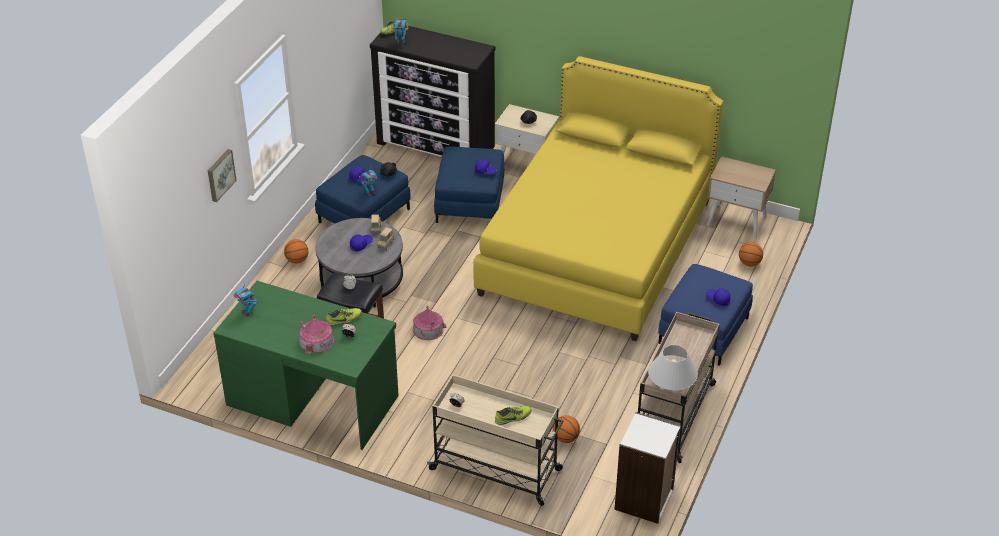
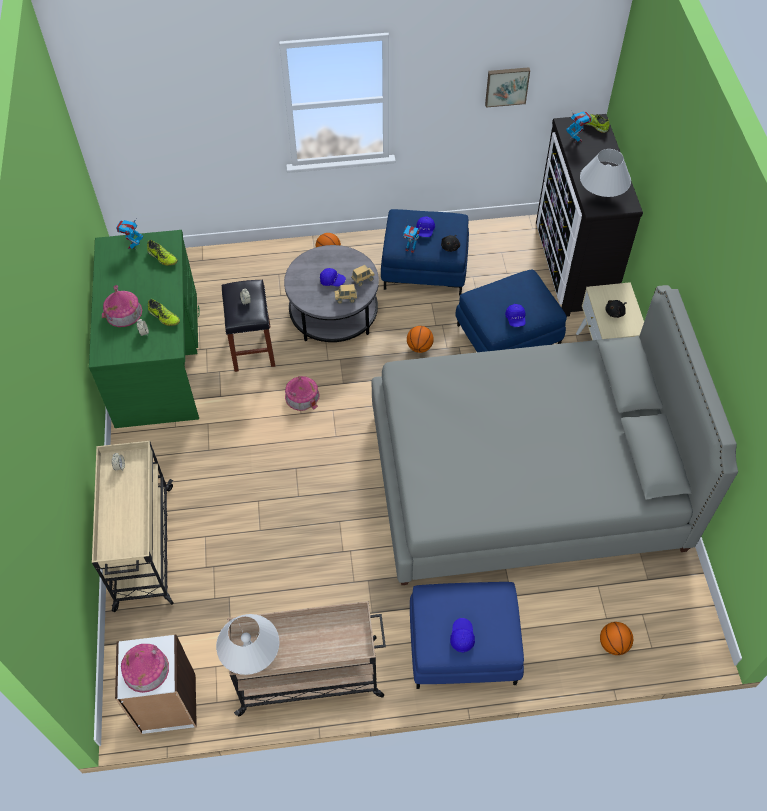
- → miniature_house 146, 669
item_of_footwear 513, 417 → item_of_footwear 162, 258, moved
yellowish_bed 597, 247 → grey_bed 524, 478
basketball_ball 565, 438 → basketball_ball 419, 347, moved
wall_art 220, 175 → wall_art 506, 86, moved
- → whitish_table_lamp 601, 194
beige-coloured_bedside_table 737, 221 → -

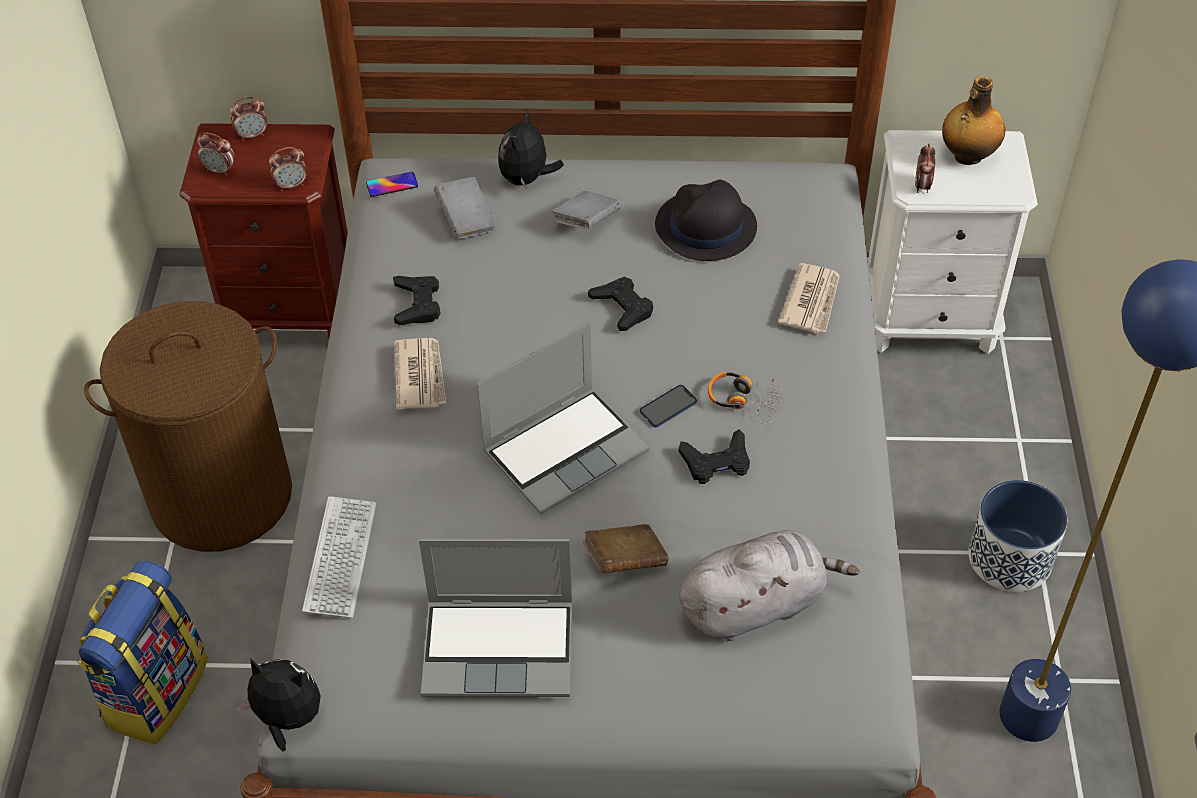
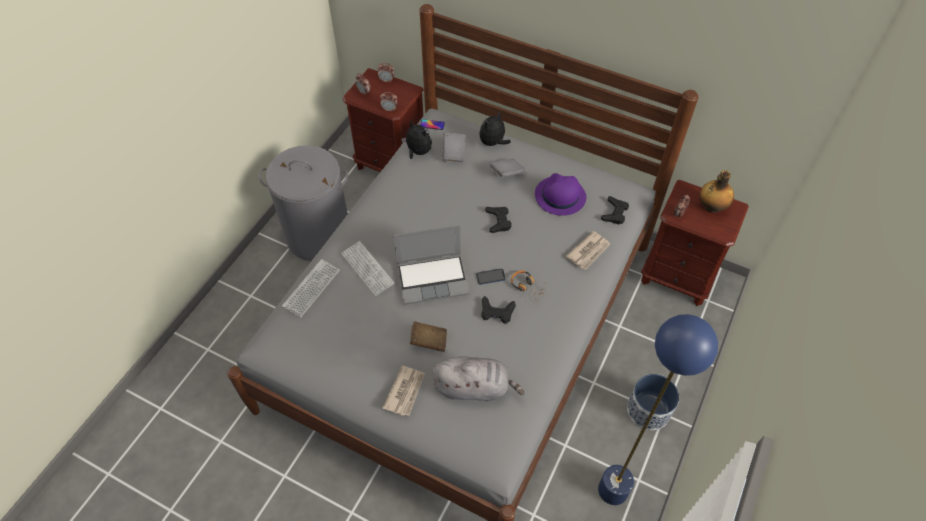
brown_hamper 221, 495 → grey_hamper 319, 235
- → computer_keyboard 367, 269
printed_paper 420, 376 → printed_paper 405, 391, moved
soft_toy 287, 719 → soft_toy 418, 152, moved
blackish_hat 705, 227 → purplish_hat 559, 196
blackish_game_controller 417, 304 → blackish_game_controller 614, 213, moved
whitish_bedside_table 929, 319 → brown_bedside_table 677, 277
backpack 155, 691 → -
laptop 501, 648 → -

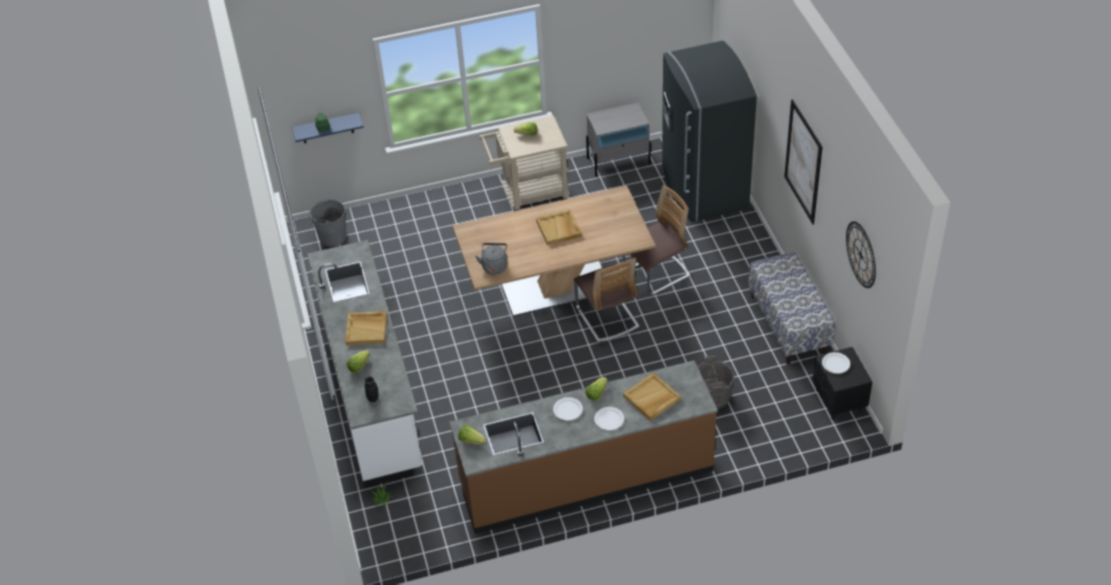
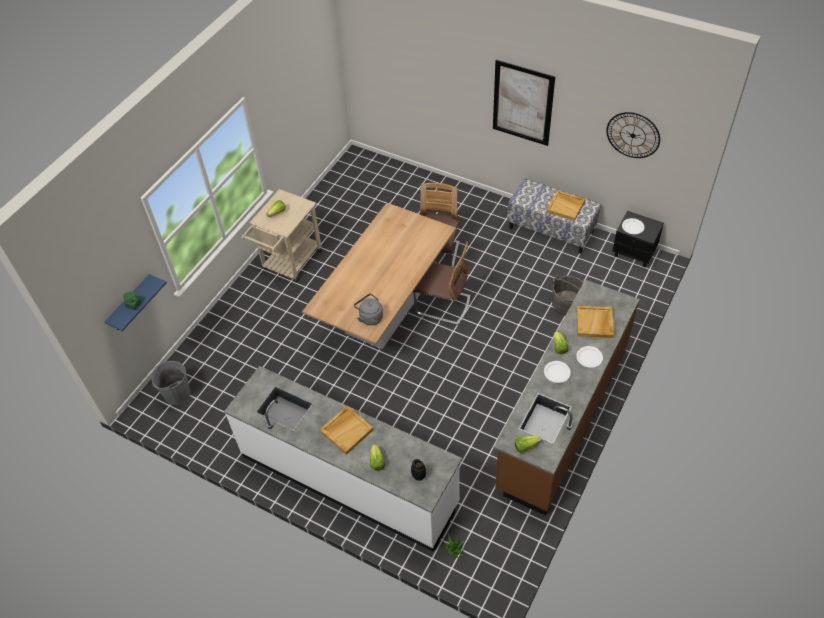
beige-coloured_carrying_tray 559, 229 → beige-coloured_carrying_tray 566, 206, moved
grey_bedside_table 619, 161 → -
grey_kitchen_fridge 702, 188 → -

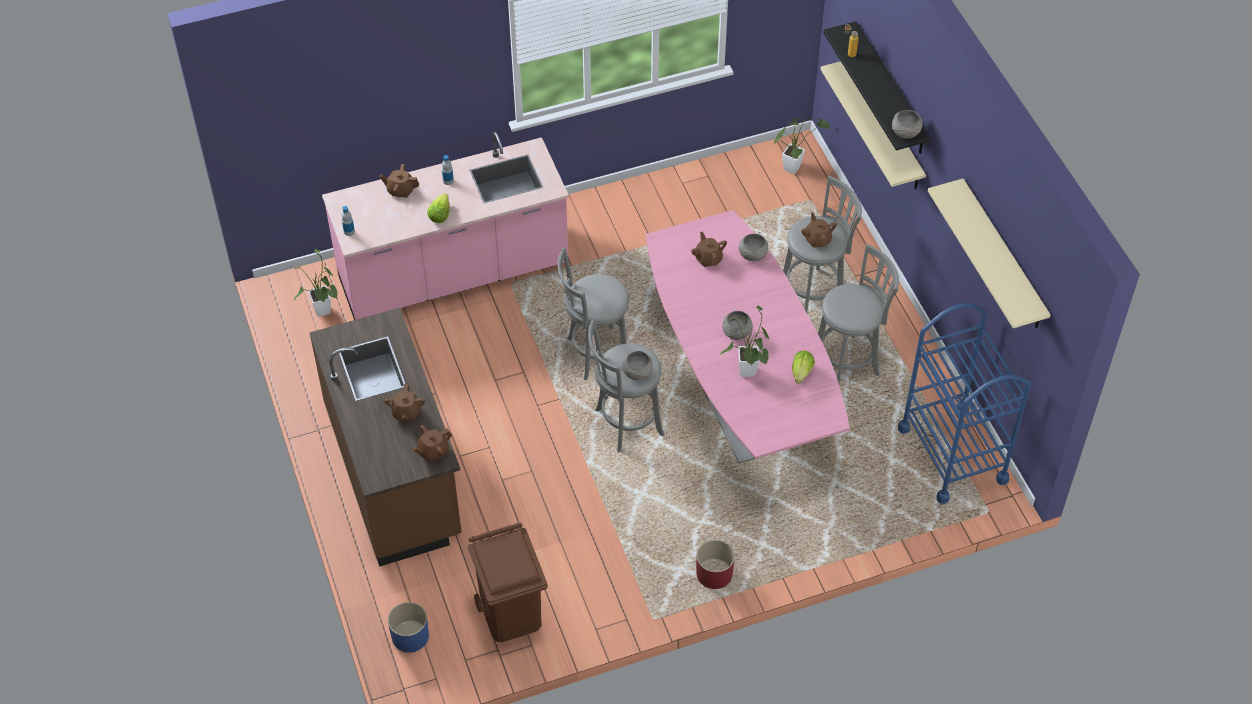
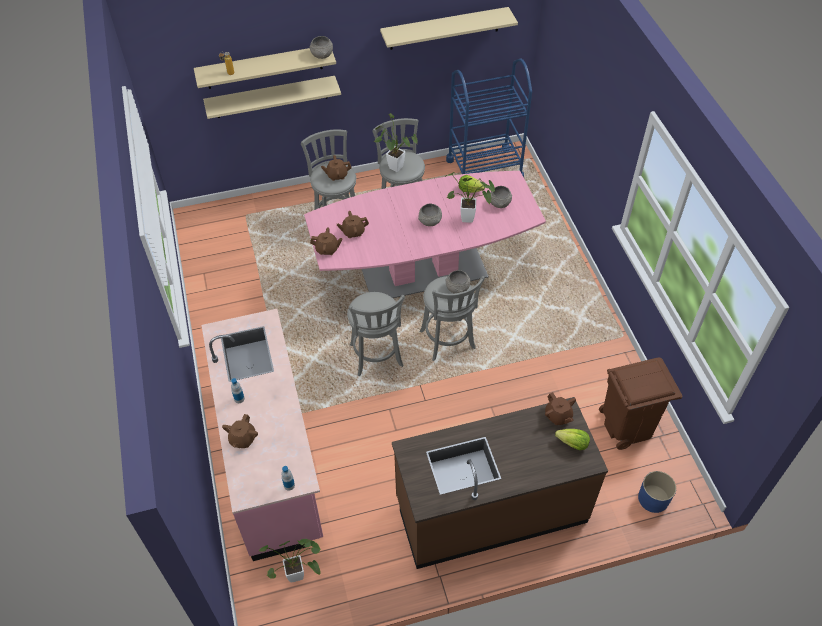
blackish_shelf 890, 90 → beige-coloured_shelf 264, 67
brown_teapot 406, 412 → brown_teapot 327, 249, moved
plant_in_a_pot 794, 166 → plant_in_a_pot 393, 166, moved
grey_bowl 752, 255 → grey_bowl 499, 204, moved
lettuce 440, 215 → lettuce 572, 444, moved
reddish_flower_pot 714, 574 → -

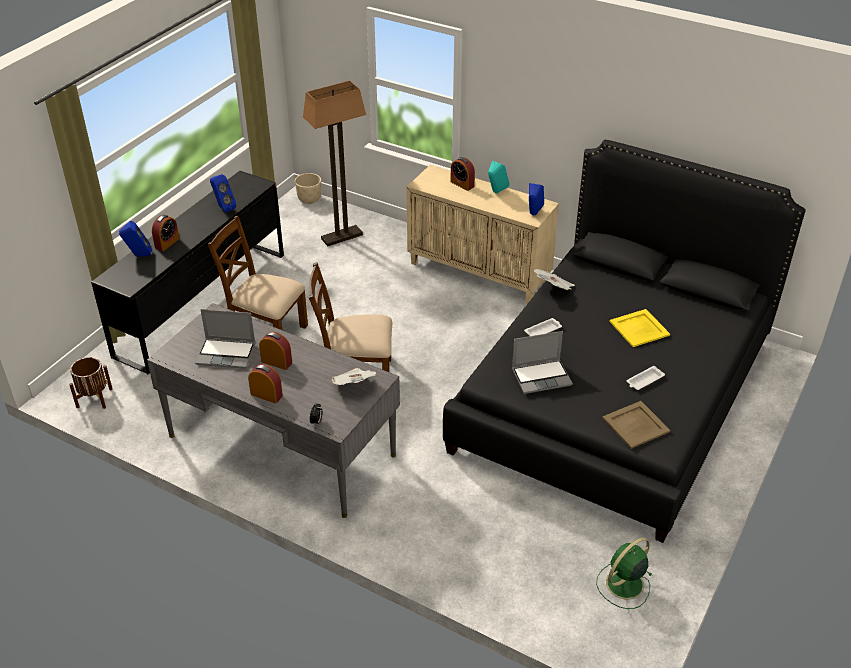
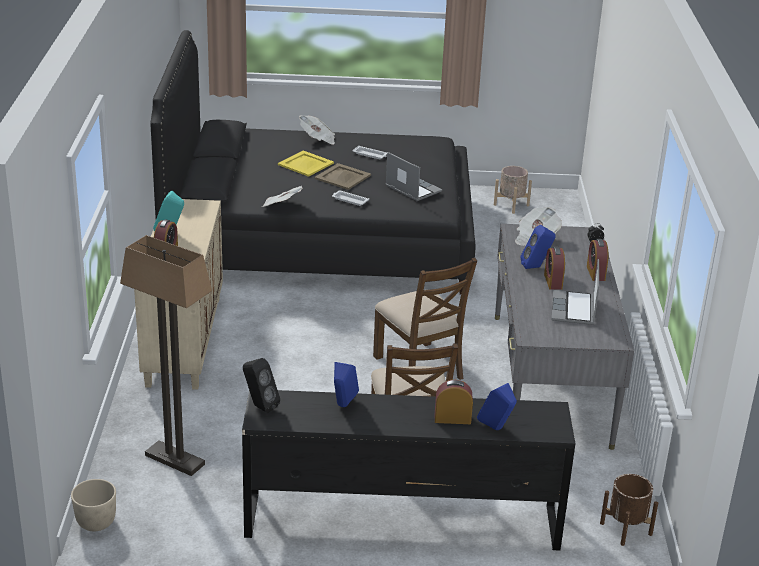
- → blackish_speaker 259, 406
- → printed_paper 318, 139
beige-coloured_carrying_tray 636, 425 → beige-coloured_carrying_tray 342, 177, moved
green_fan 623, 585 → beige-coloured_flower_pot 511, 205
blue-coloured_speaker 533, 214 → blue-coloured_speaker 536, 267, moved
laptop 227, 354 → laptop 574, 309, 150 degrees counterclockwise

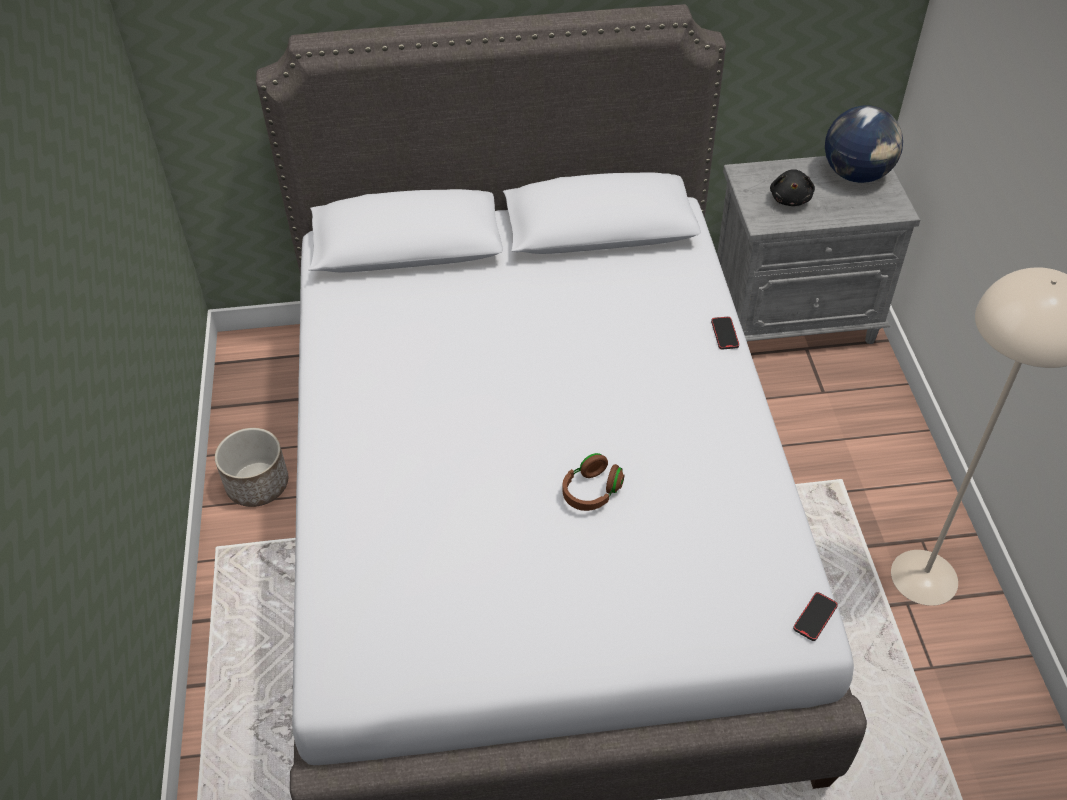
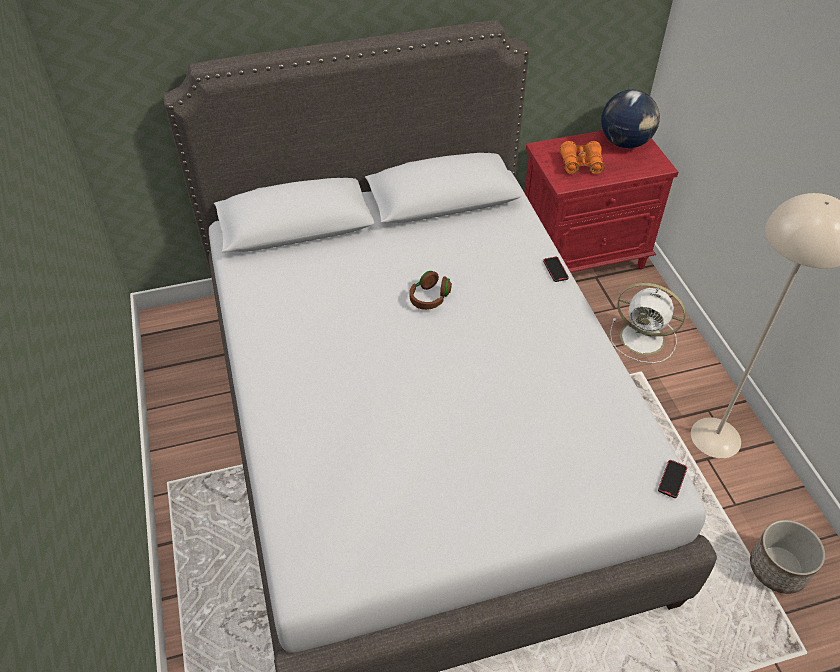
brown_headset 591, 492 → brown_headset 429, 298, moved
grey_bedside_table 794, 317 → reddish_bedside_table 583, 255
blackish_soft_toy 790, 198 → orangey_binoculars 581, 164
- → whitish_fan 644, 339
flower_pot 258, 485 → flower_pot 778, 569, moved

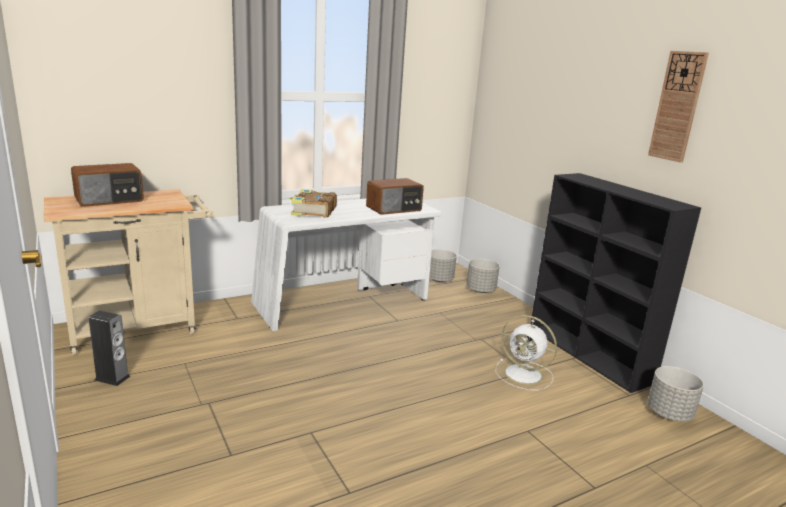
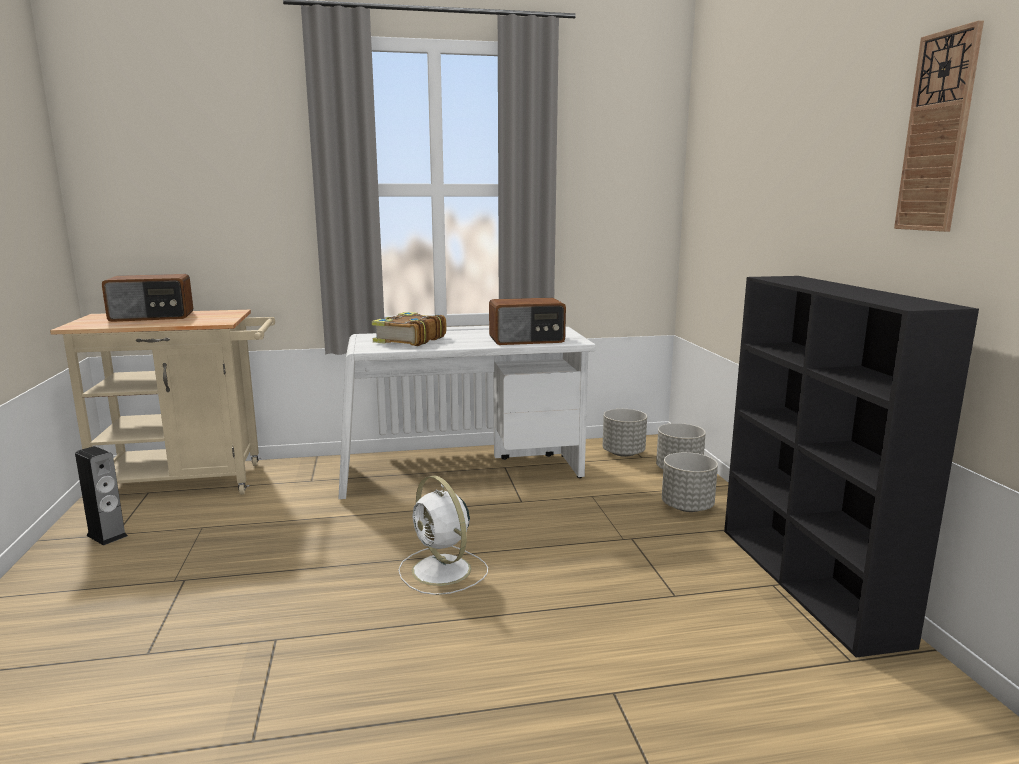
whitish_fan 525, 375 → whitish_fan 443, 571, moved
grey_flower_pot 669, 413 → grey_flower_pot 687, 507, moved

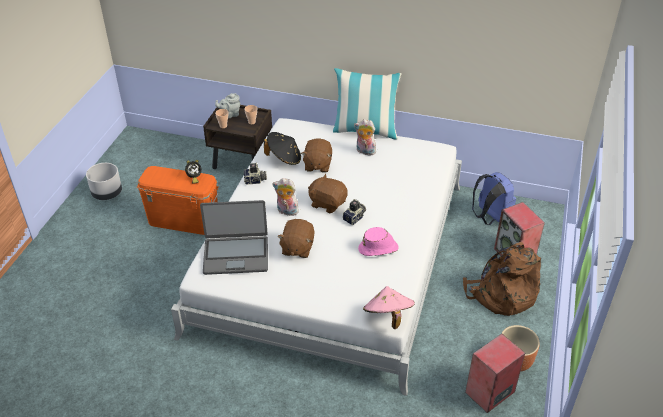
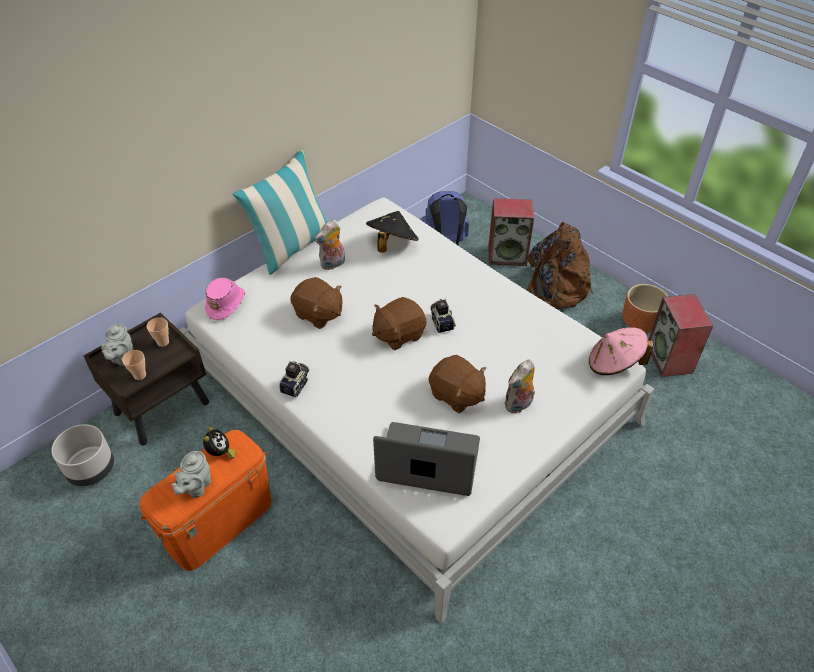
grey_flower_pot 107, 193 → grey_flower_pot 91, 469, moved
- → grey_teapot 196, 487
pinkish_hat 378, 248 → pinkish_hat 226, 303, moved
blackish_hat 284, 158 → blackish_hat 392, 244, moved
laptop 236, 255 → laptop 428, 462, 105 degrees counterclockwise
soft_toy 286, 211 → soft_toy 519, 405, moved

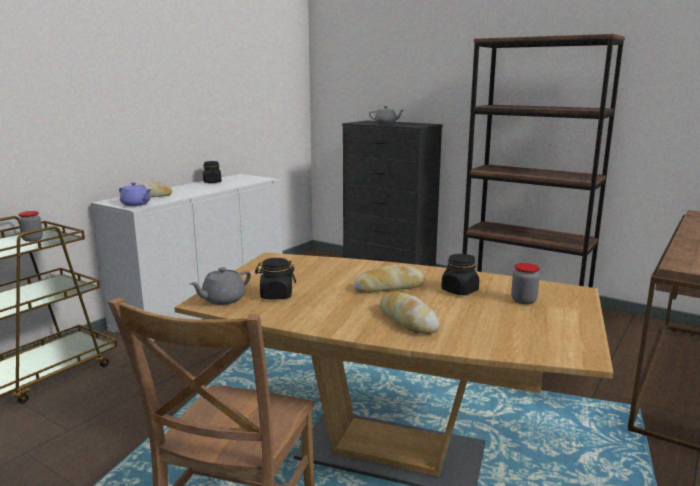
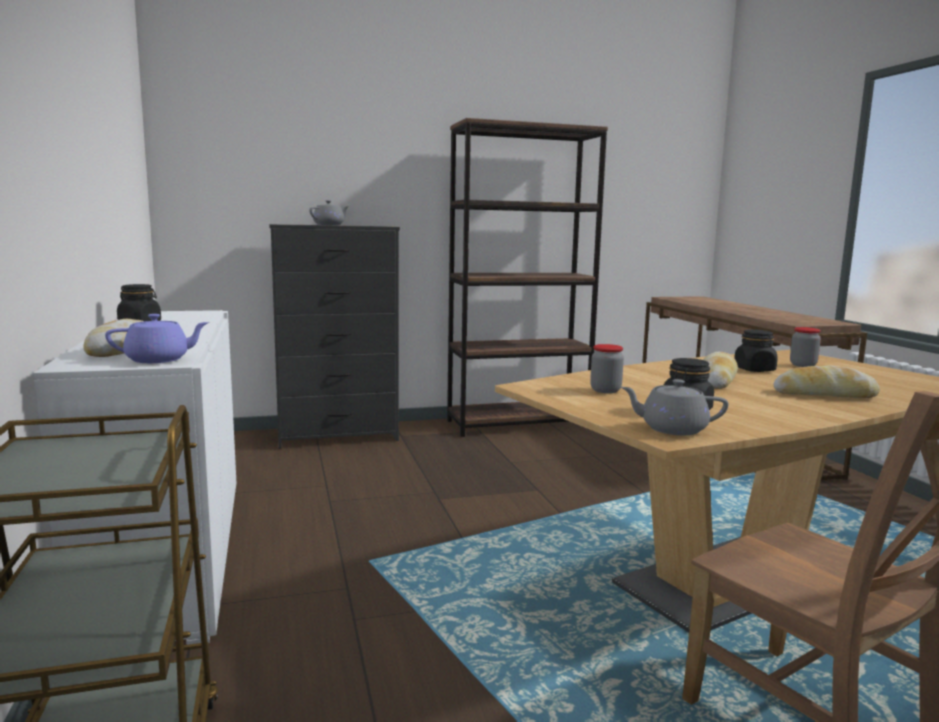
jar 32, 239 → jar 605, 390, moved
grey_teapot 222, 300 → grey_teapot 672, 429, 105 degrees clockwise

